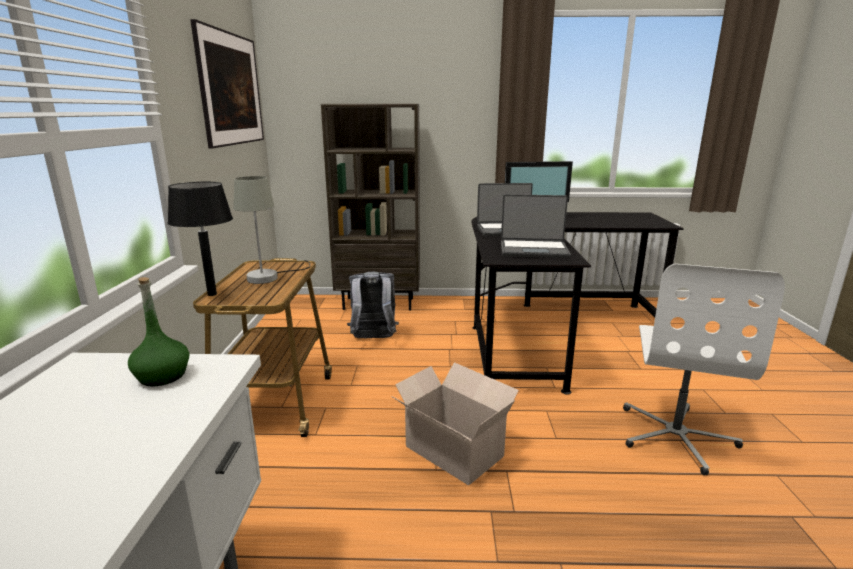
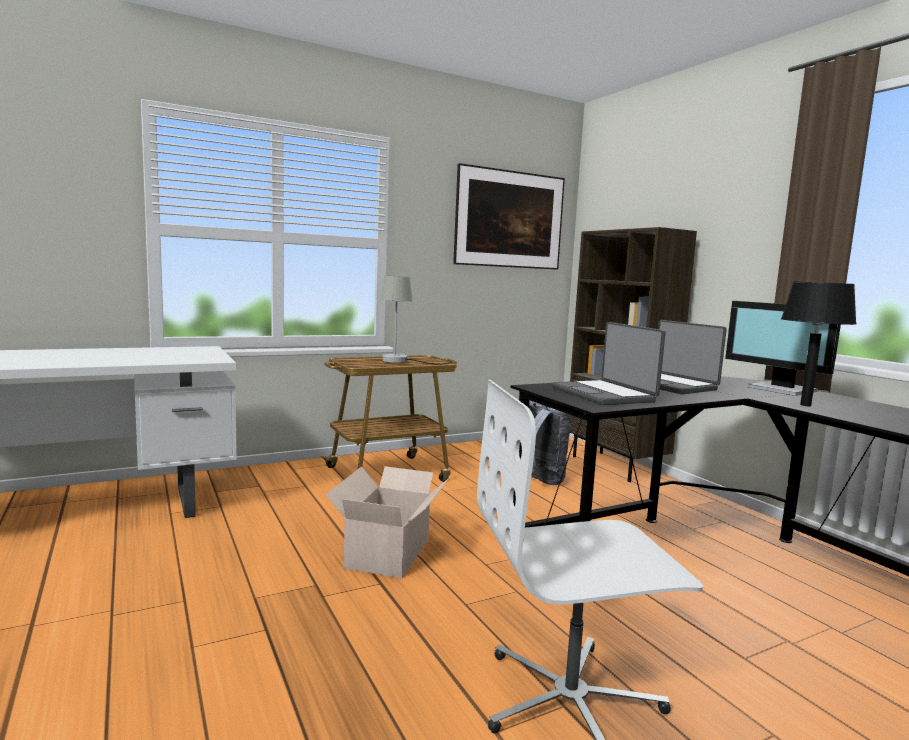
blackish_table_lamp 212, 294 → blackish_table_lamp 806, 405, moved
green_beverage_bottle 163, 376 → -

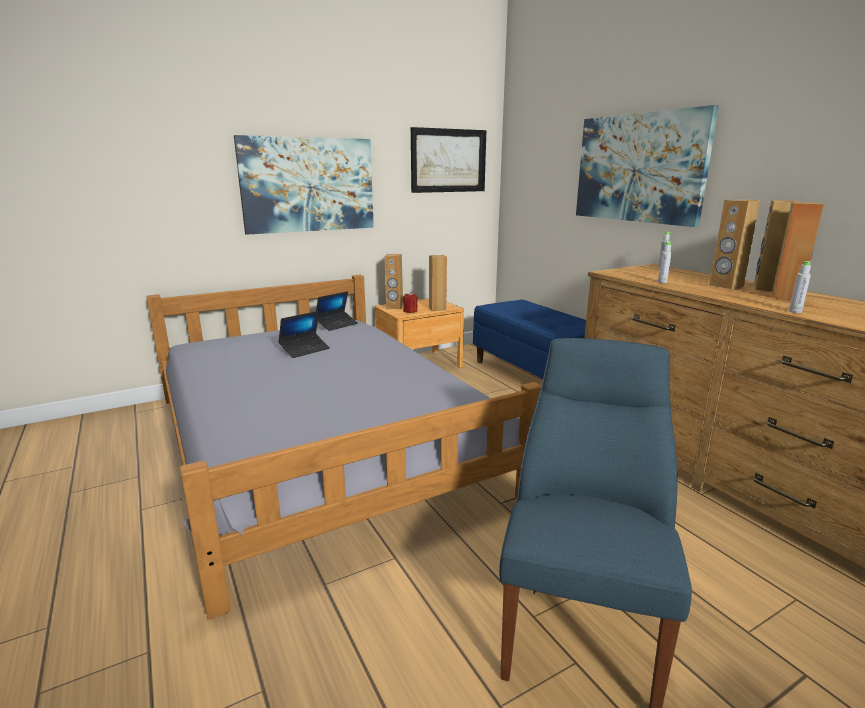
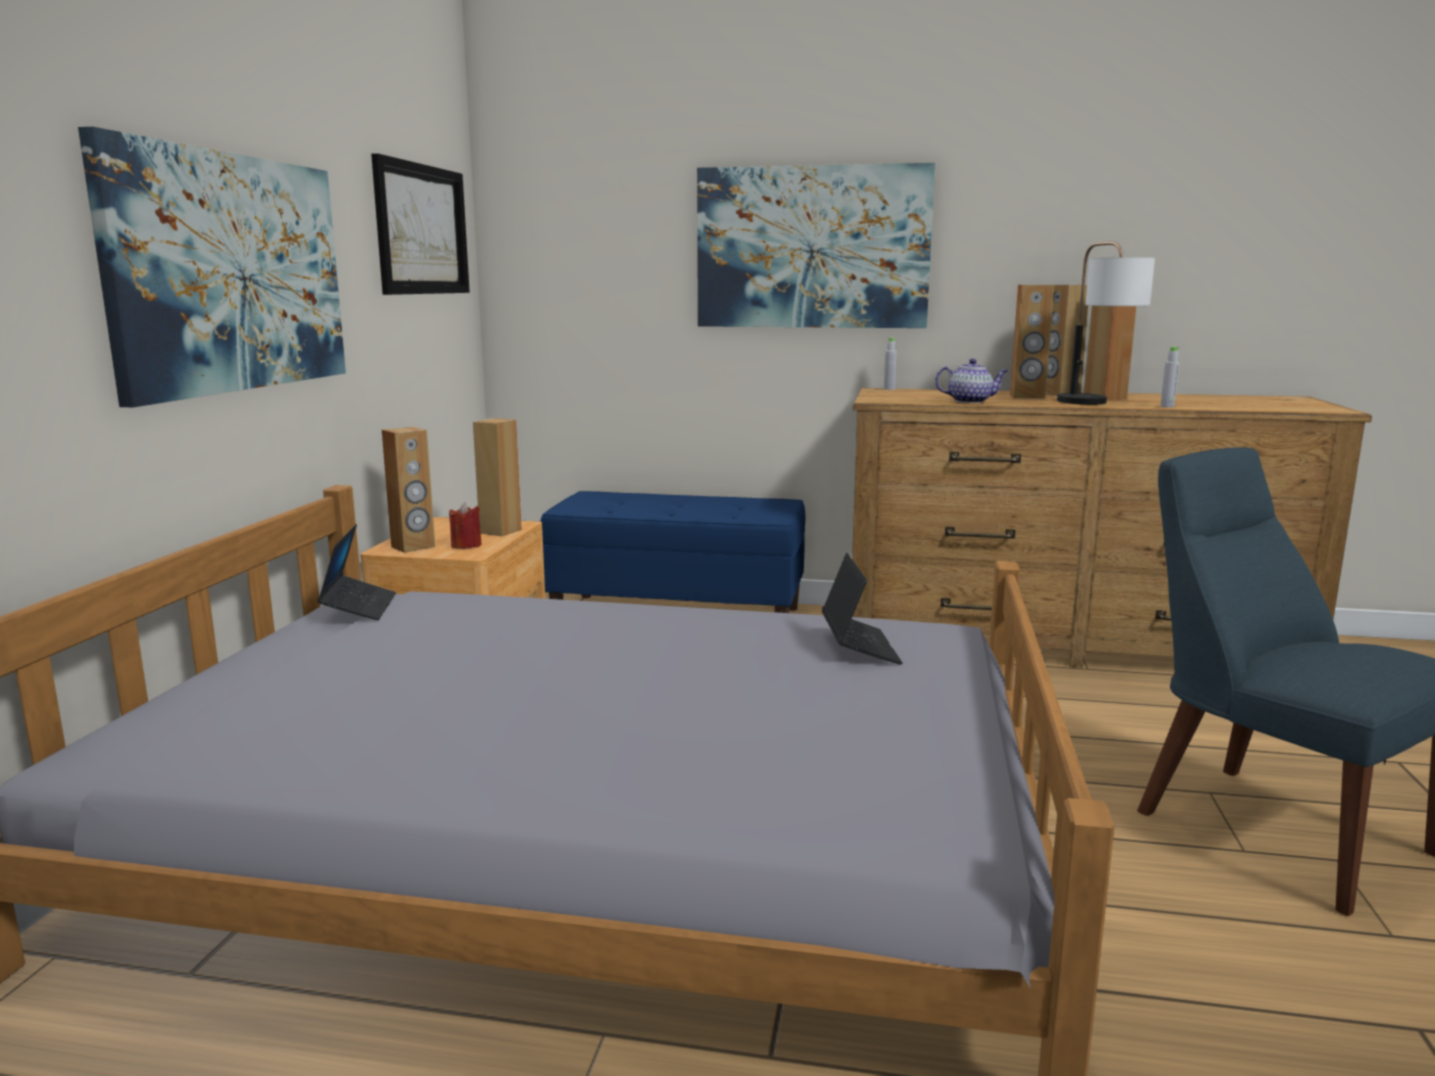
laptop 305, 350 → laptop 859, 647, moved
grey_beverage_bottle 662, 282 → teapot 970, 401
- → table_lamp 1096, 404

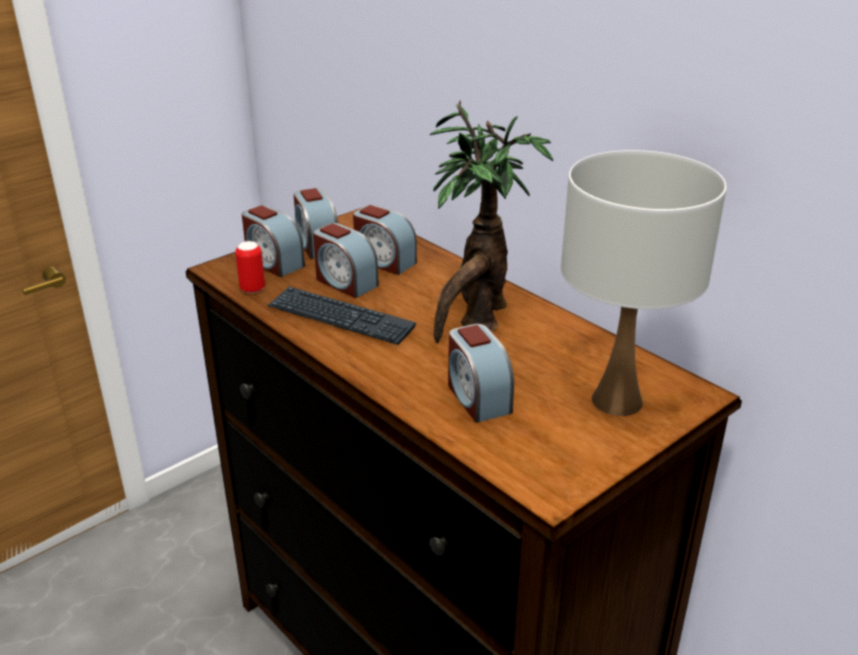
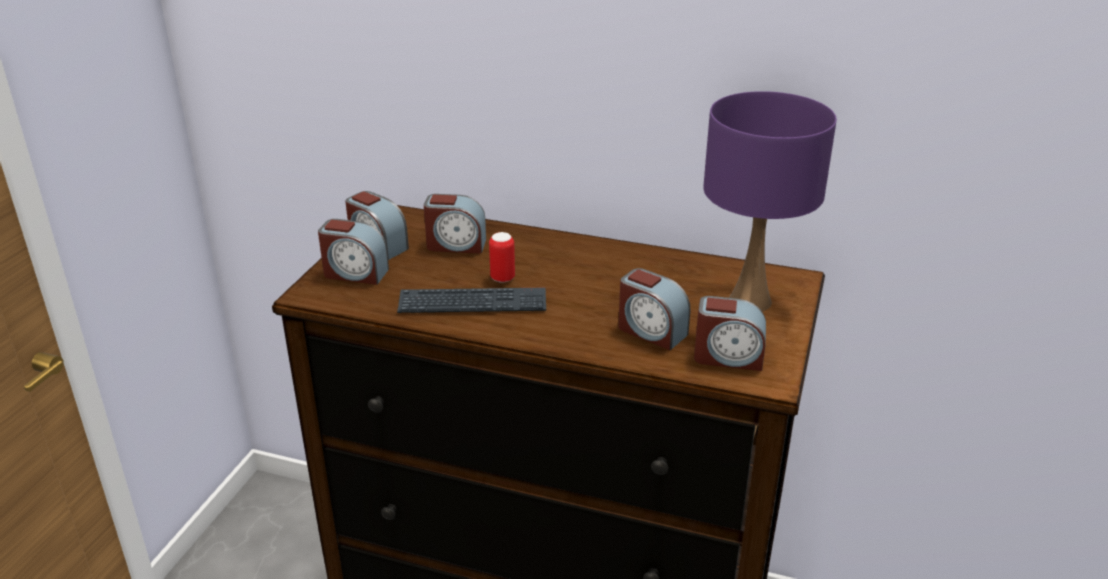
sealed_can 252, 289 → sealed_can 502, 278, moved
alarm_clock 345, 282 → alarm_clock 728, 357, moved
whitish_table_lamp 616, 401 → purplish_table_lamp 749, 301
plant_in_a_pot 476, 320 → -

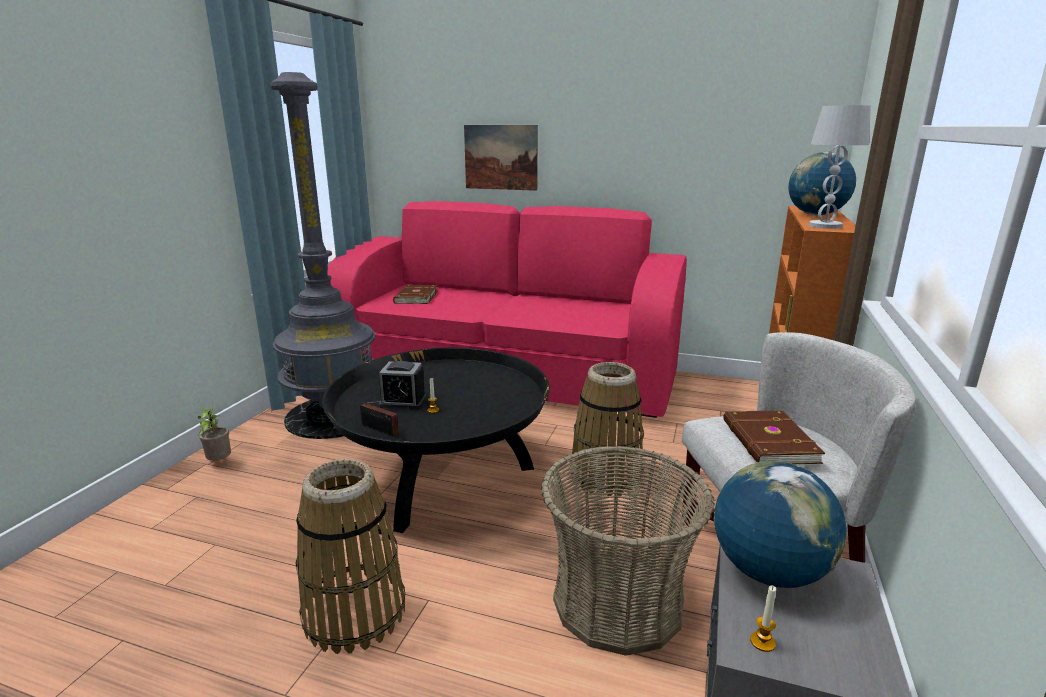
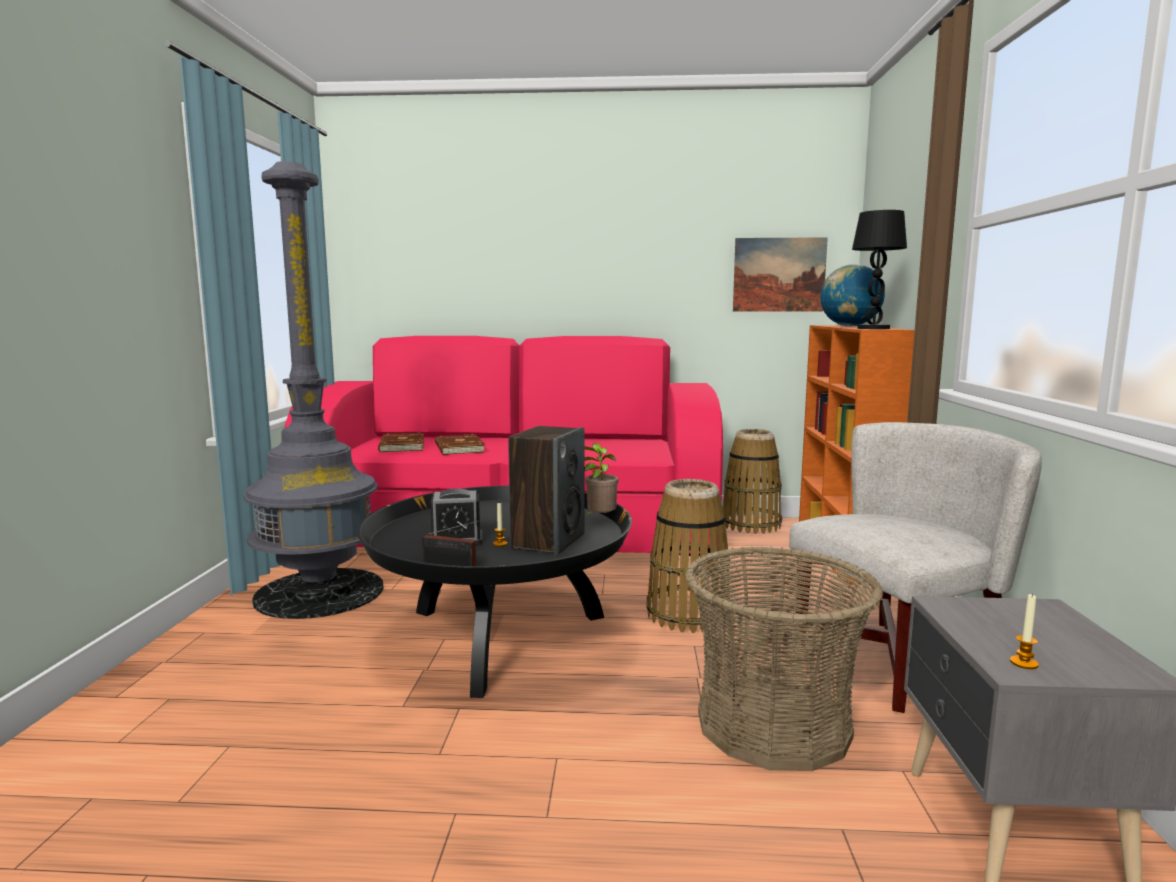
brown_bound_book 768, 441 → brown_bound_book 458, 448, moved
- → speaker 548, 540
plant_in_a_pot 219, 462 → plant_in_a_pot 599, 520, moved
basket 354, 612 → basket 750, 524, moved
wall_art 501, 157 → wall_art 779, 275, moved
whitish_table_lamp 825, 226 → blackish_table_lamp 873, 328
desk_globe 768, 572 → -

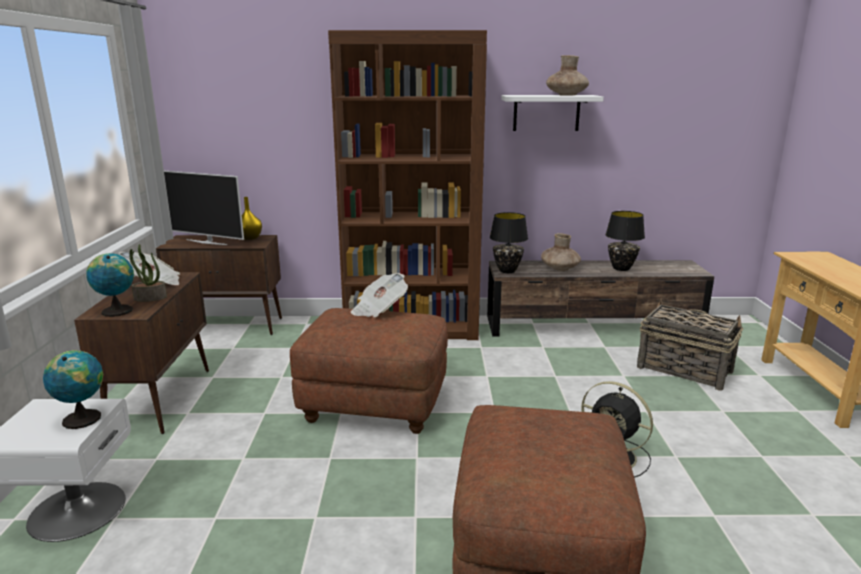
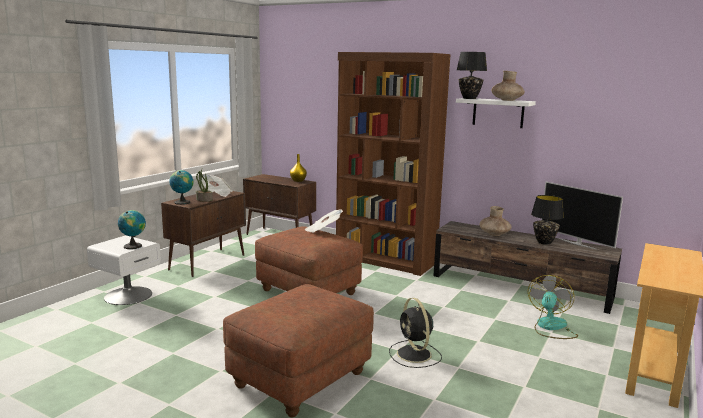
blackish_table_lamp 507, 271 → blackish_table_lamp 469, 98, moved
basket 683, 369 → fan 551, 327
TV 207, 242 → TV 577, 243, moved

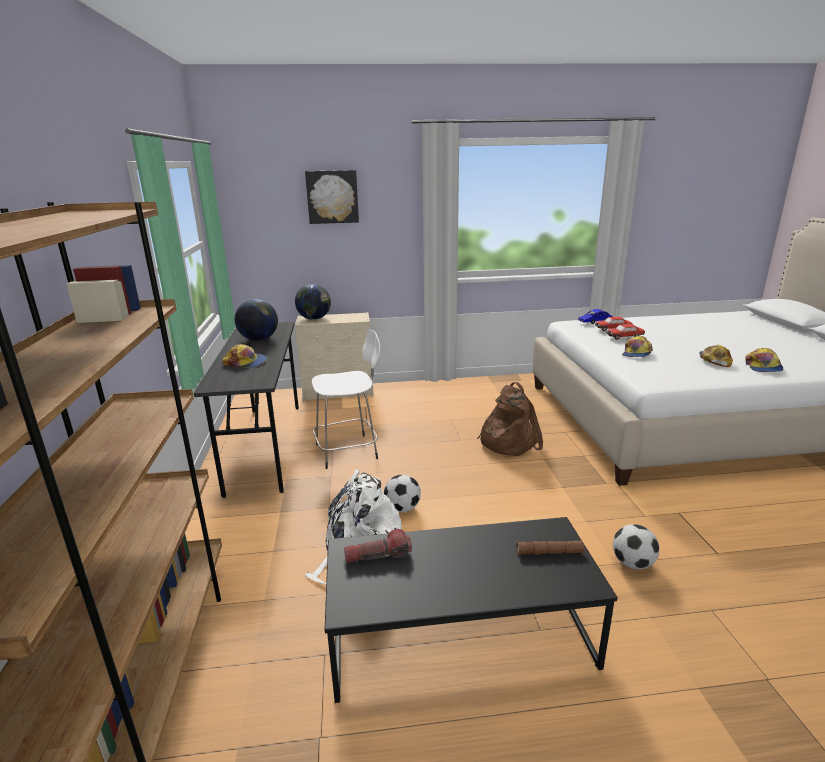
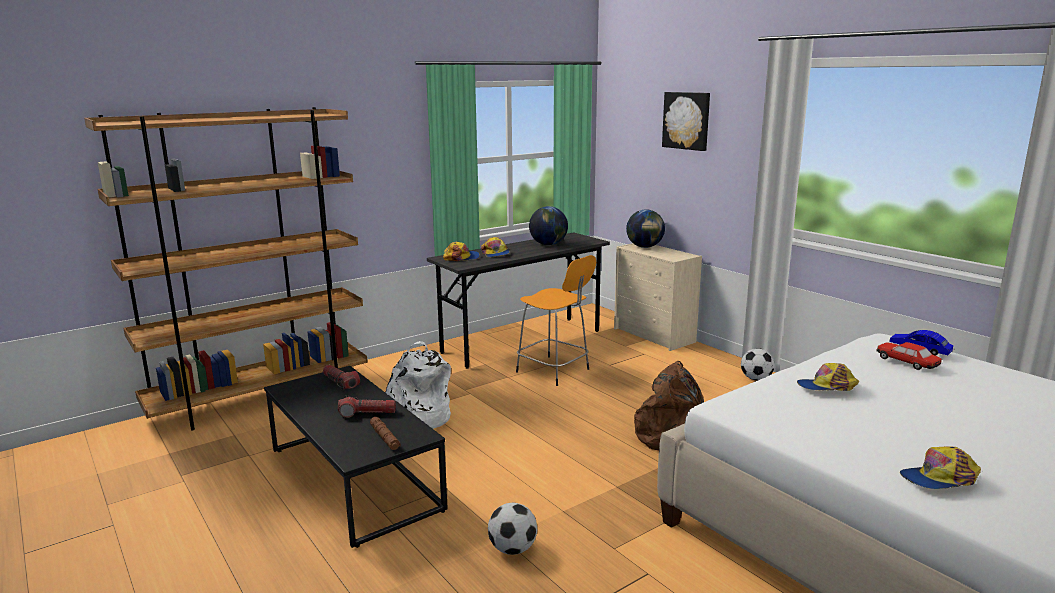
- → torch 367, 413
baseball_cap 714, 360 → baseball_cap 461, 257, moved
whitish_stool 349, 451 → orangey_stool 554, 371
ball_for_football 402, 508 → ball_for_football 756, 379, moved
toy_car 624, 337 → -

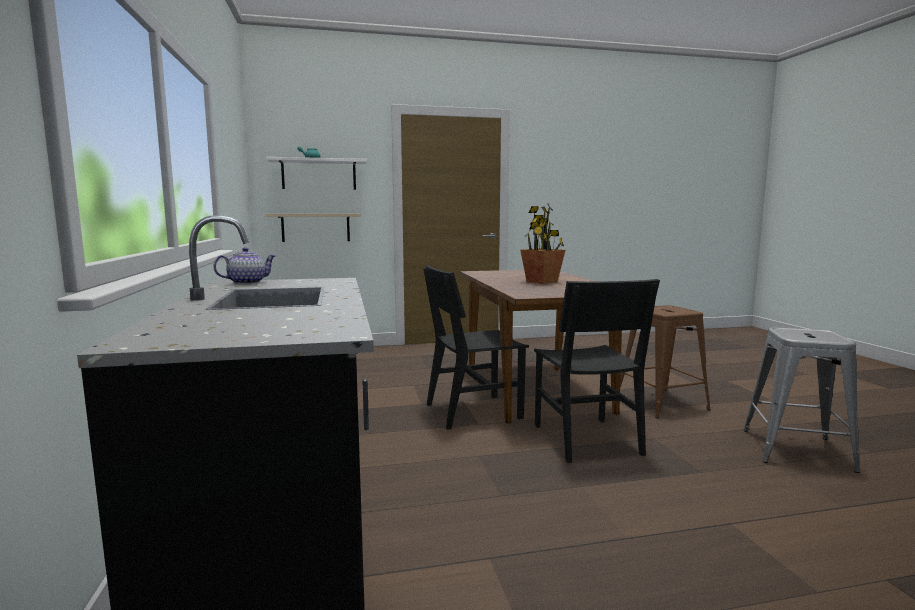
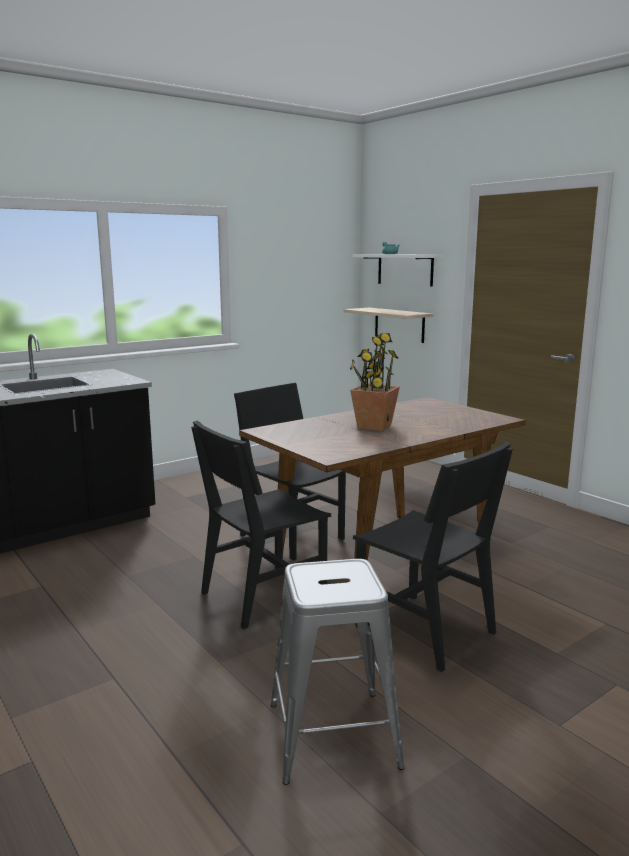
brown_stool 660, 403 → blackish_upright_chair 425, 630
teapot 247, 282 → -

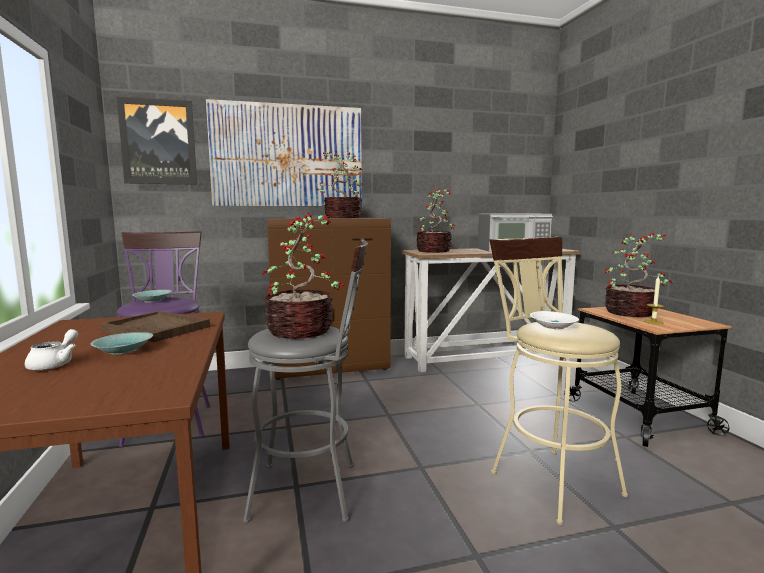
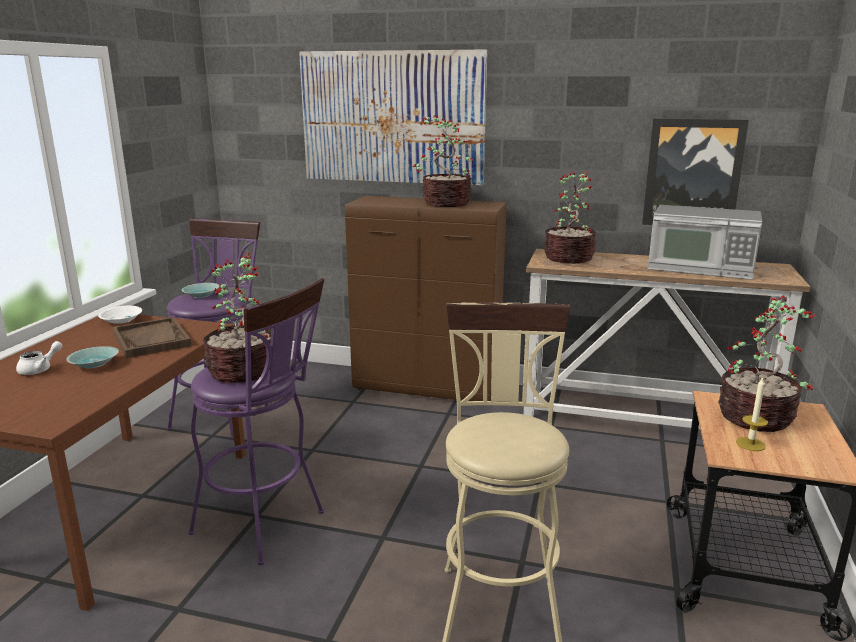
whitish_bowl 554, 326 → whitish_bowl 122, 321, moved
grey_stool 315, 490 → purplish_stool 267, 525
wall_art 158, 142 → wall_art 692, 173, moved

